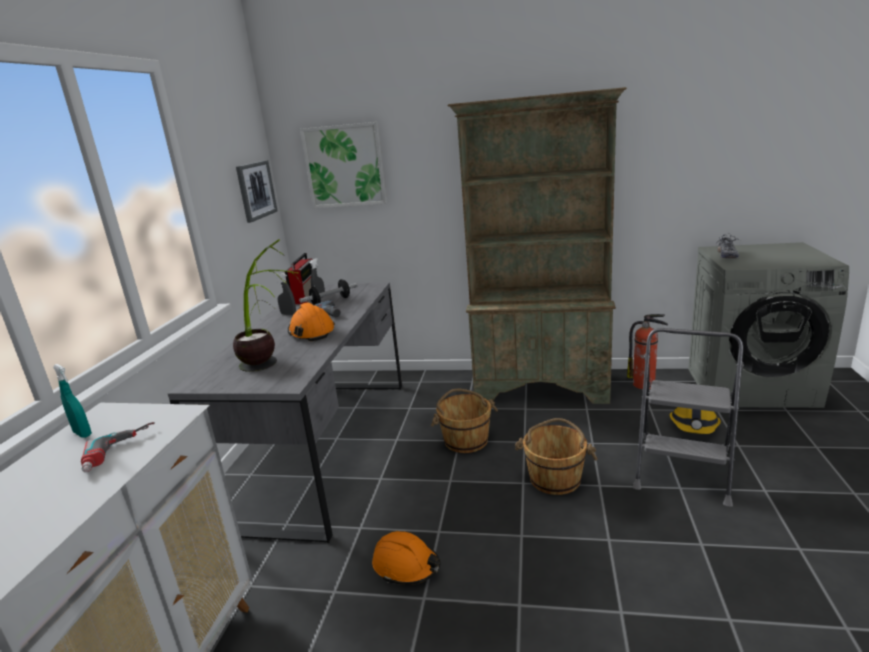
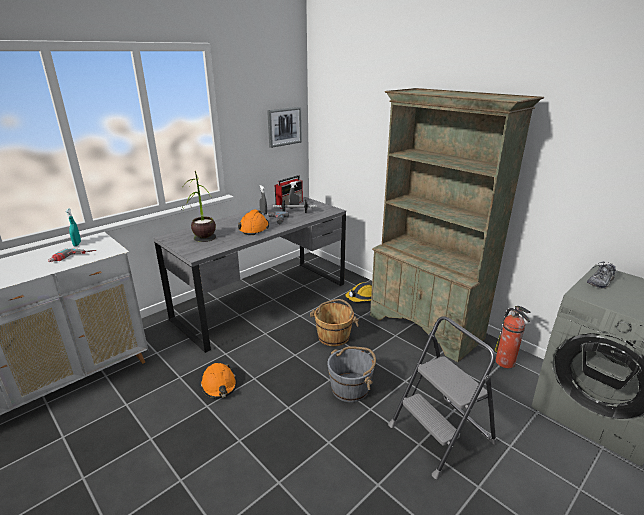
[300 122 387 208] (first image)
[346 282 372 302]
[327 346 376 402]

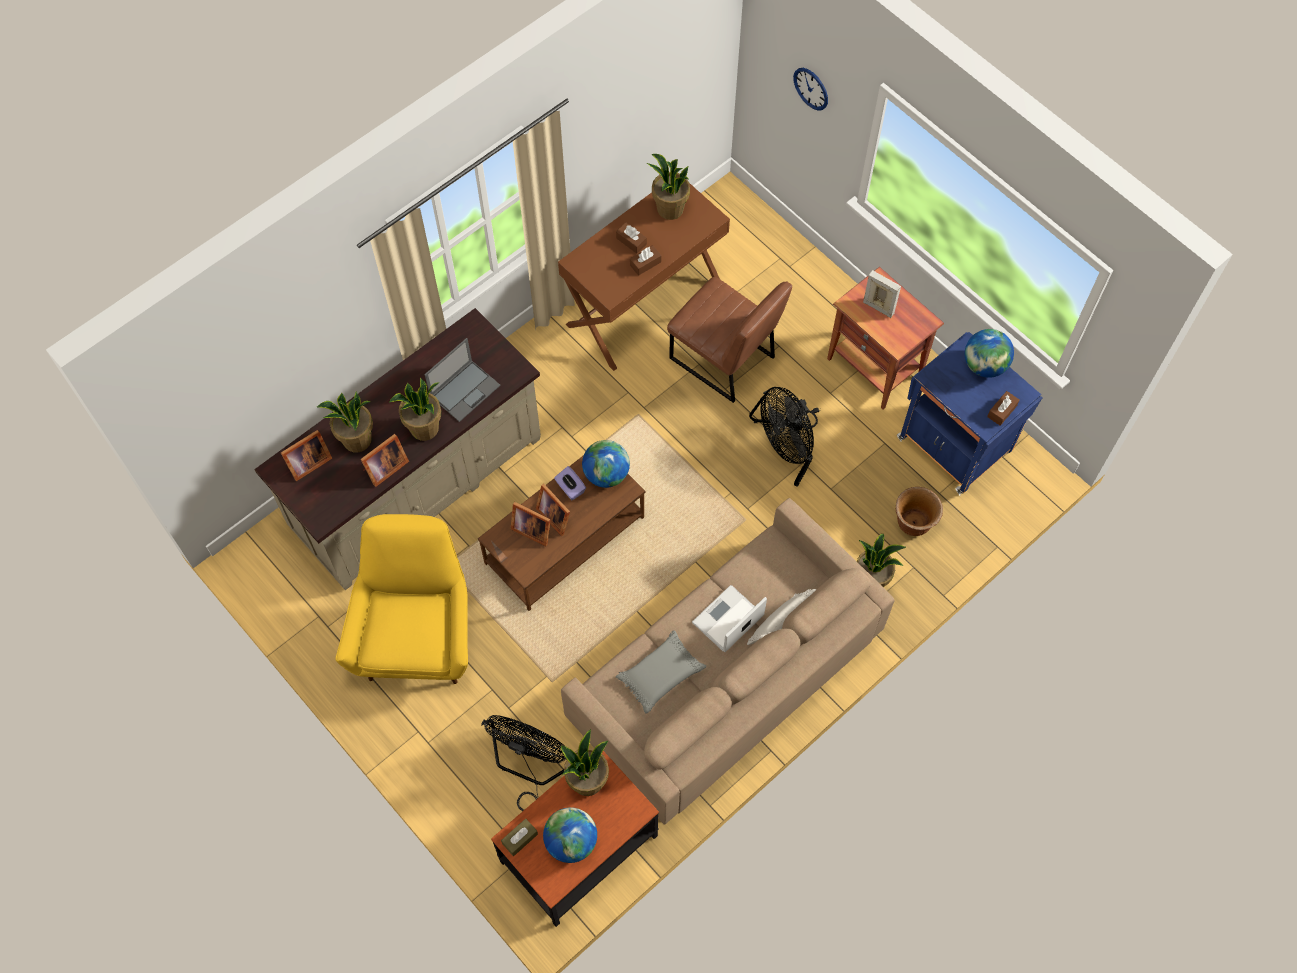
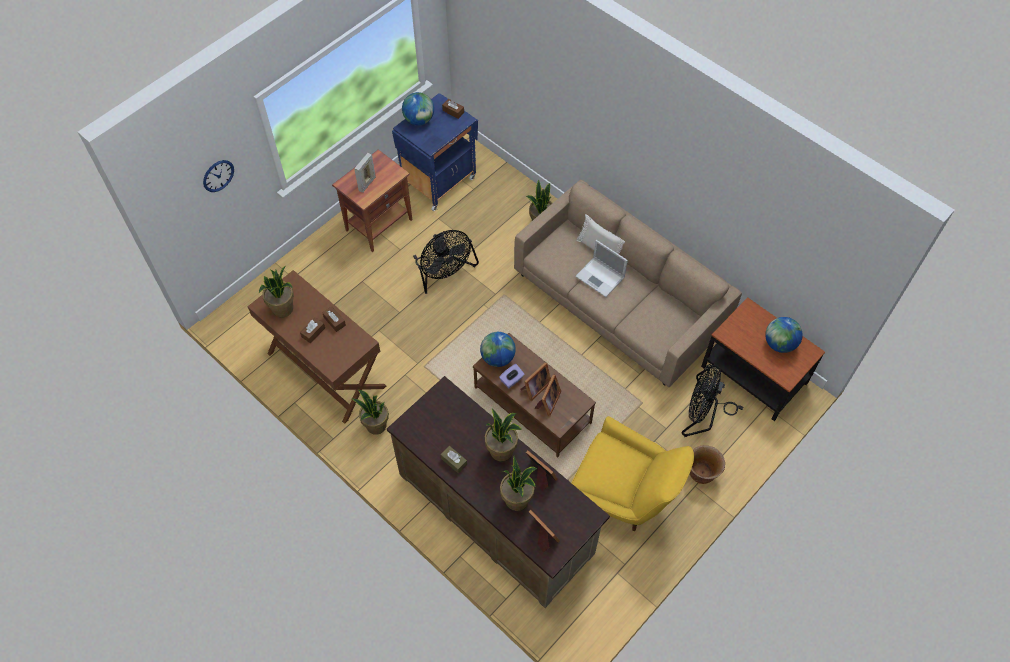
[667 277 792 403] (first image)
[424 338 500 422] (first image)
[690 445 725 484]
[571 416 694 531]
[616 630 706 714] (first image)
[352 390 389 435]
[441 446 467 473]

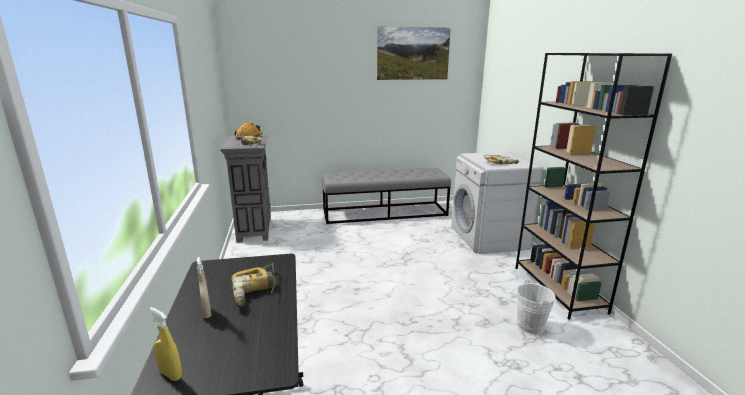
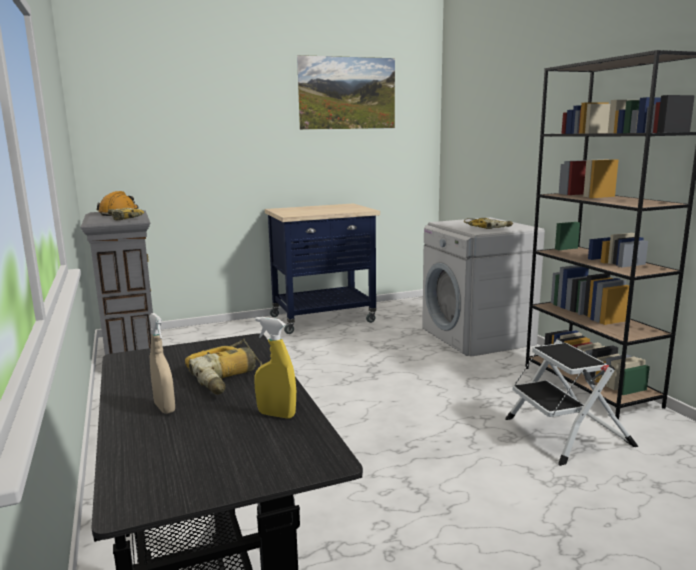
[265 203 380 334]
[505 338 638 466]
[254 317 296 419]

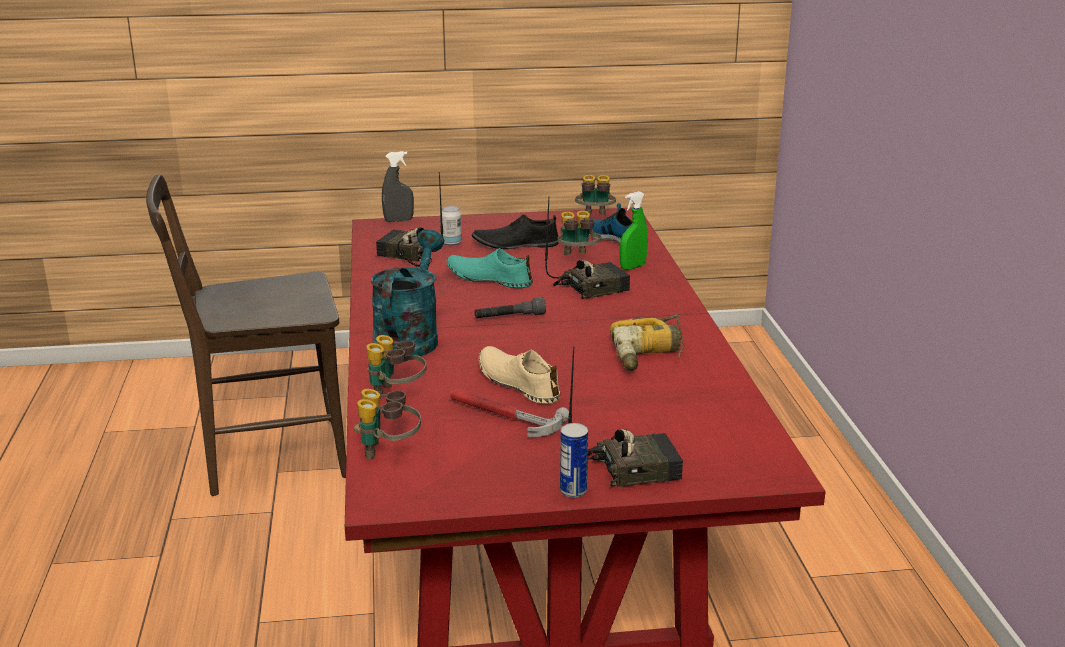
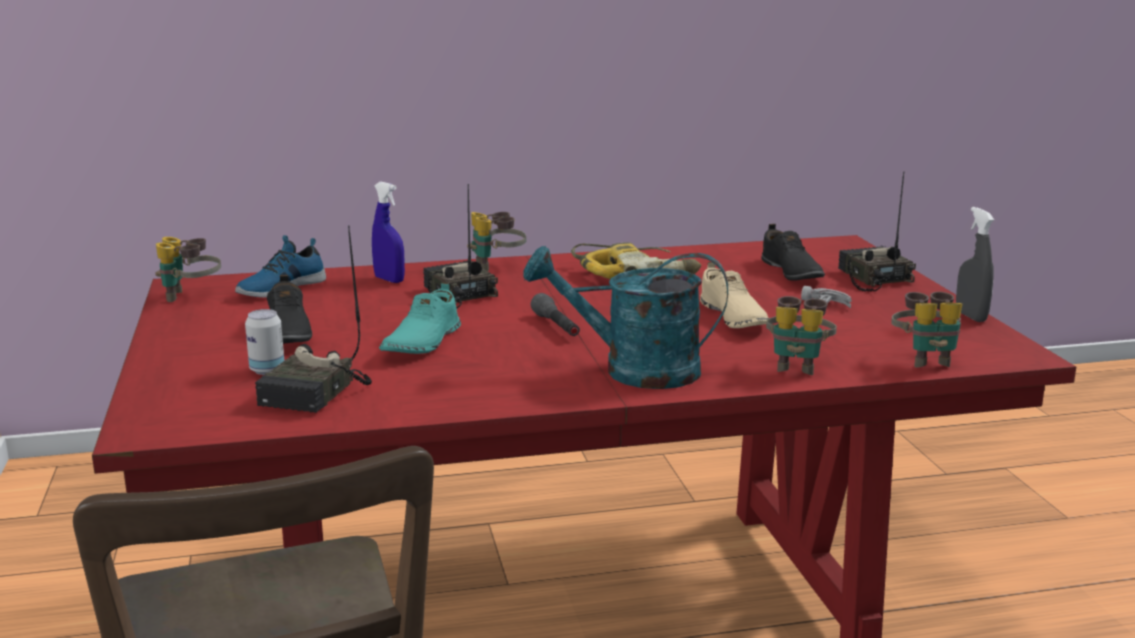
[956 207 994 322]
[372 182 405 283]
[467 212 526 271]
[700 262 769 328]
[560 423 588 498] (first image)
[761 224 825 281]

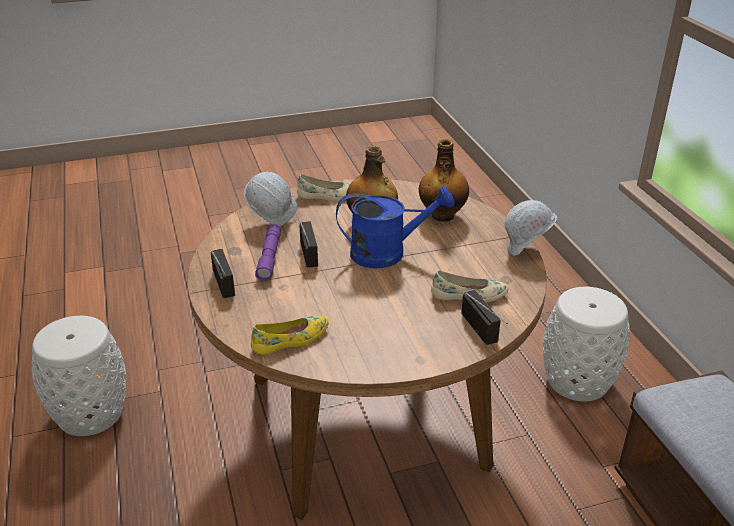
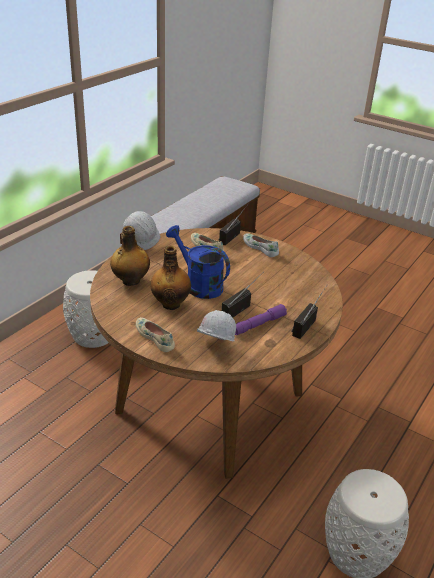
[251 316 329 355] (first image)
[243 233 279 257]

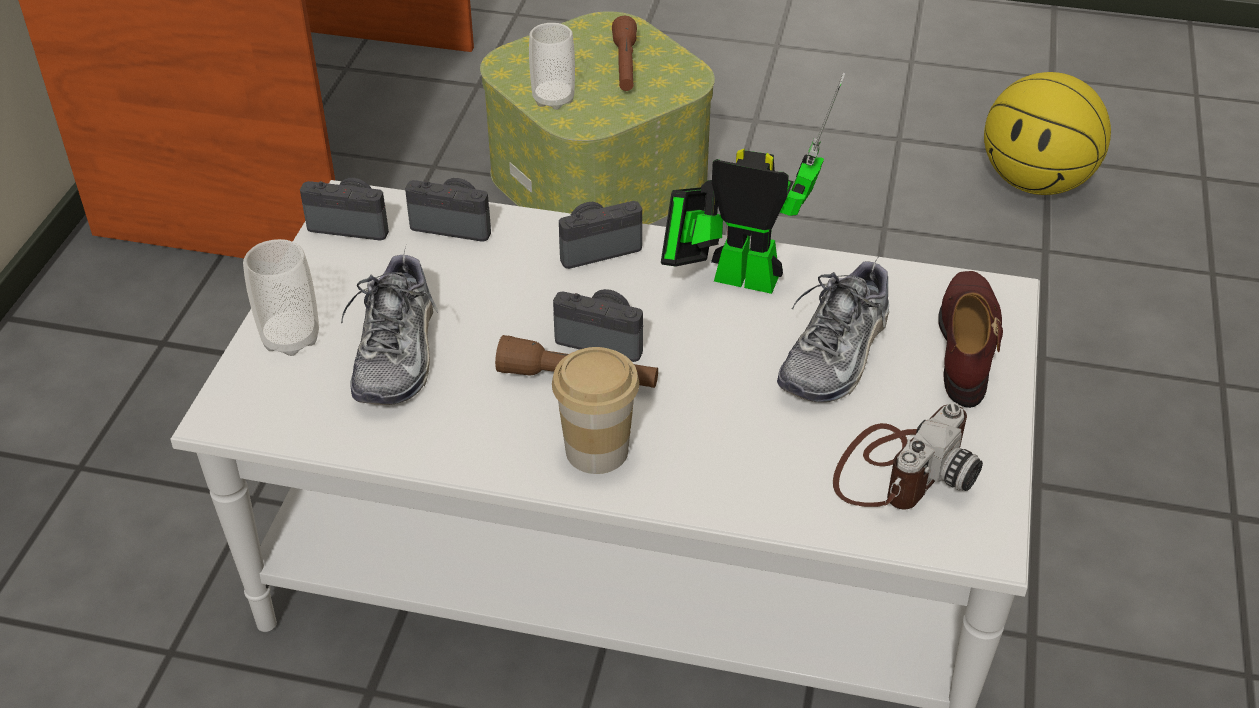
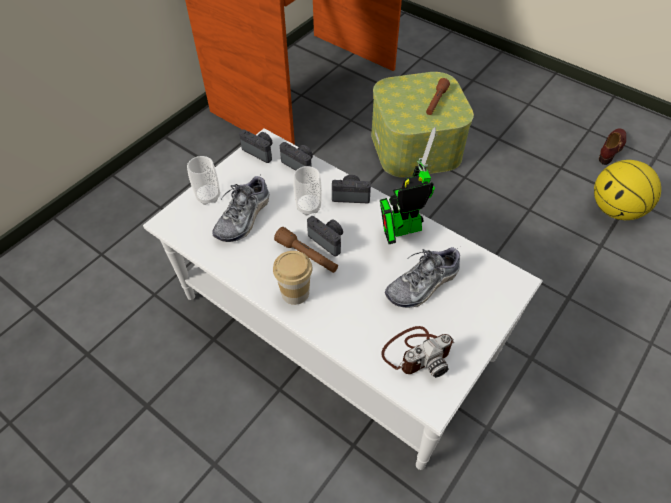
[293 166 322 215]
[380 127 436 244]
[599 128 626 165]

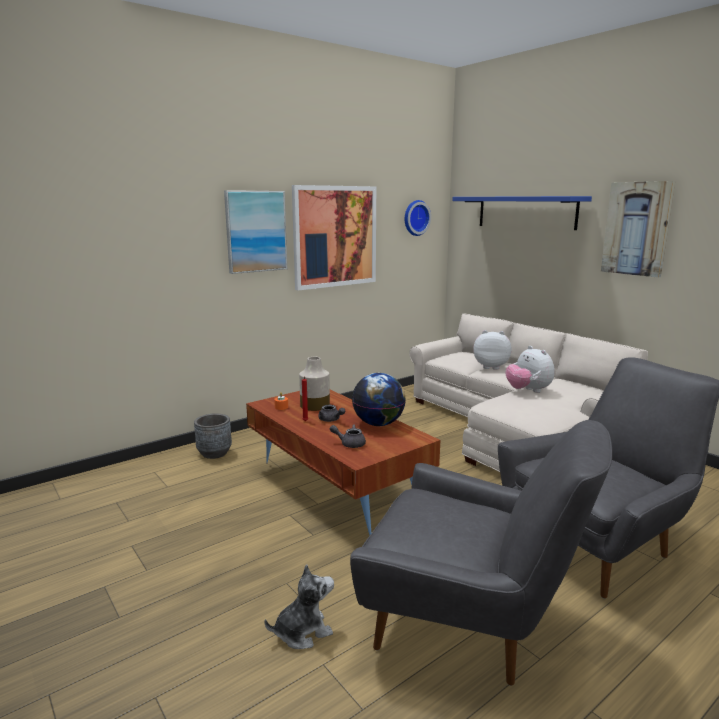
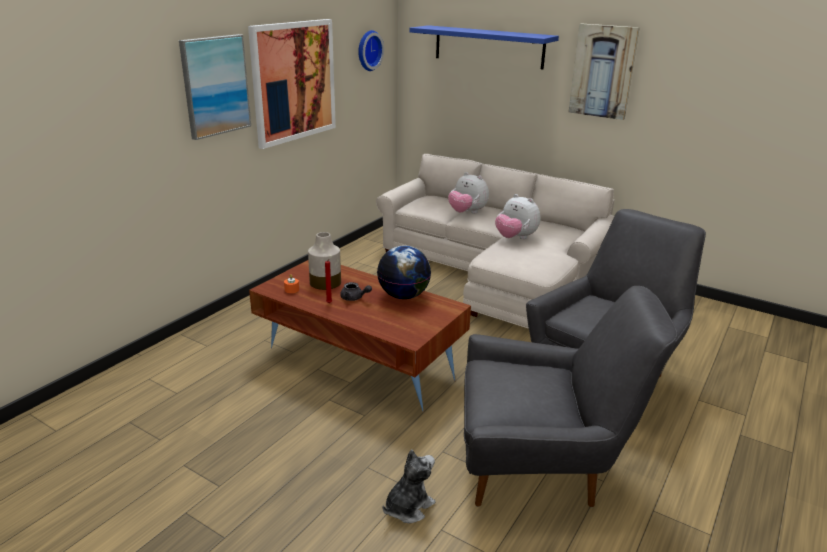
[448 172 489 214]
[194 413 232 459] (first image)
[330 425 366 448] (first image)

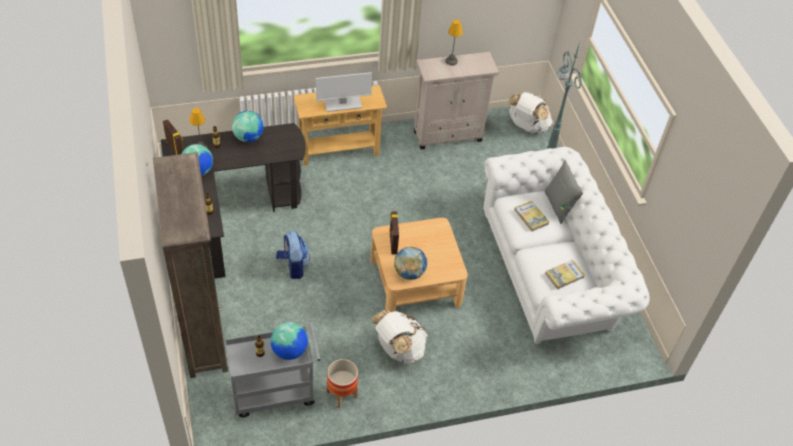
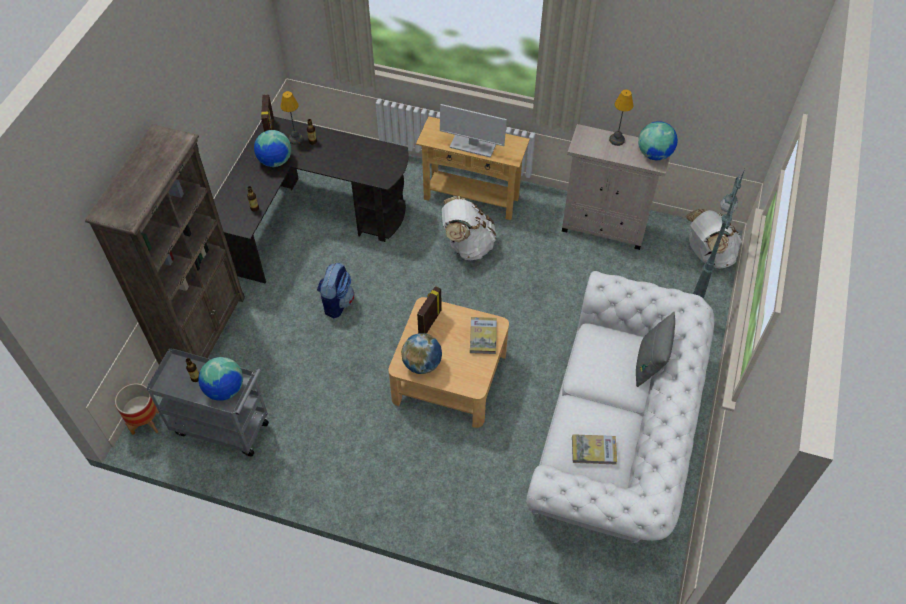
[638 121 678 160]
[470 317 497 354]
[442 196 496 260]
[115 383 159 435]

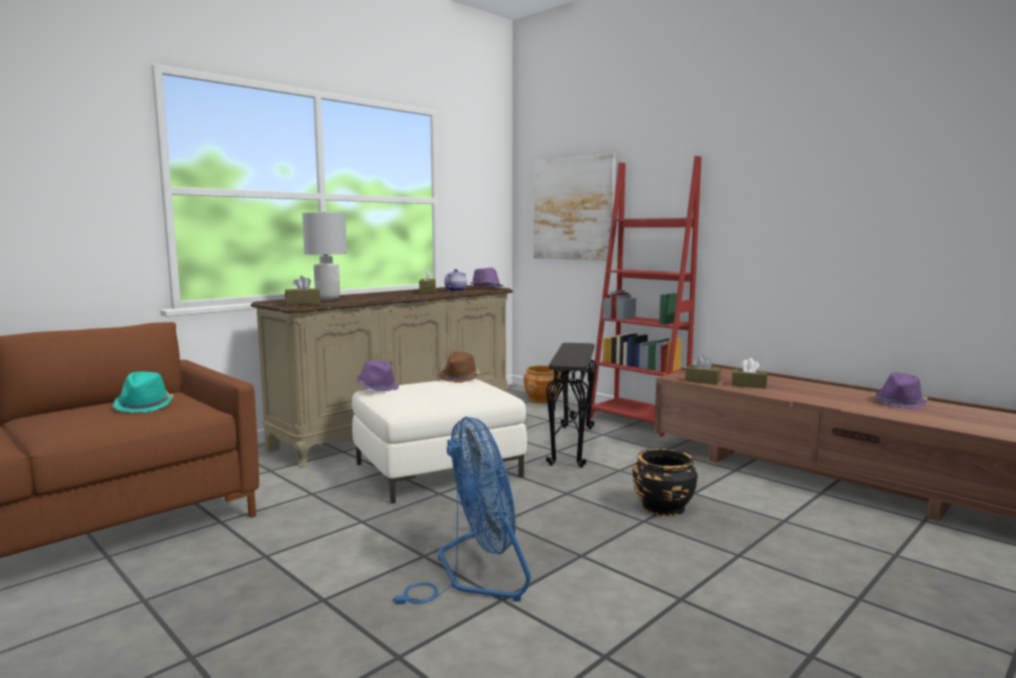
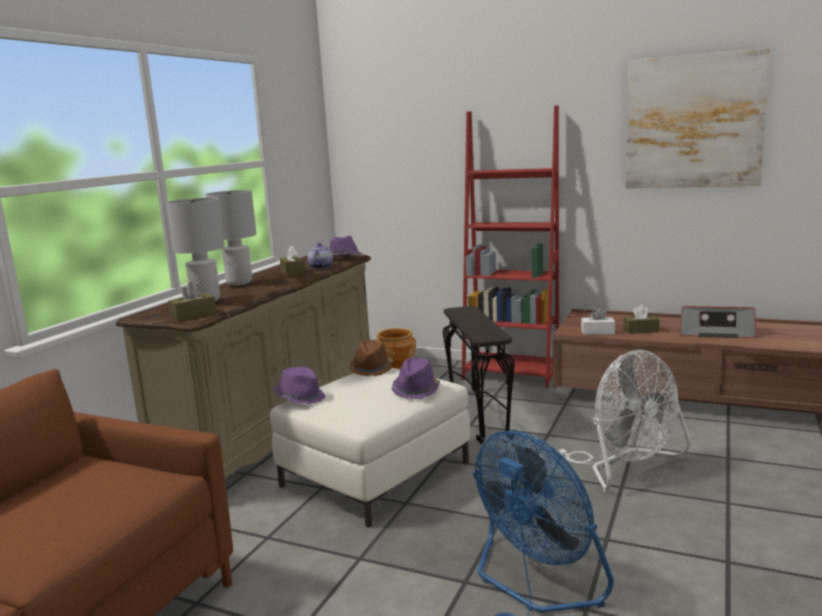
[626 48 770 188]
[581 307 615 335]
[113 372 173 413] (first image)
[392 357 440 399]
[559 350 691 493]
[205 190 257 286]
[680 306 756 338]

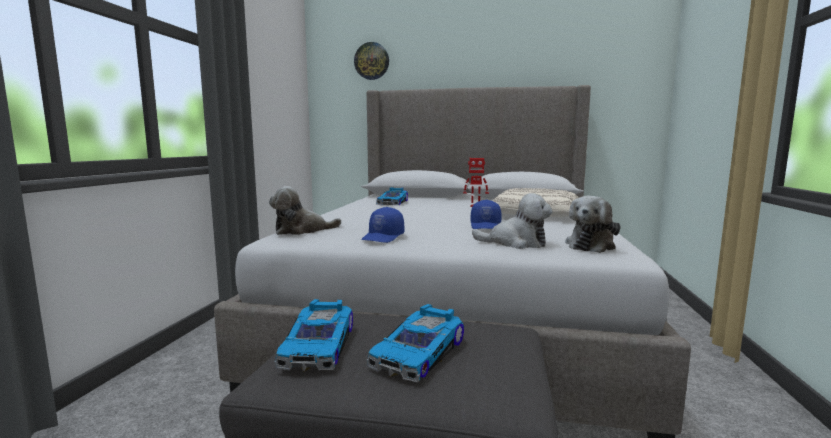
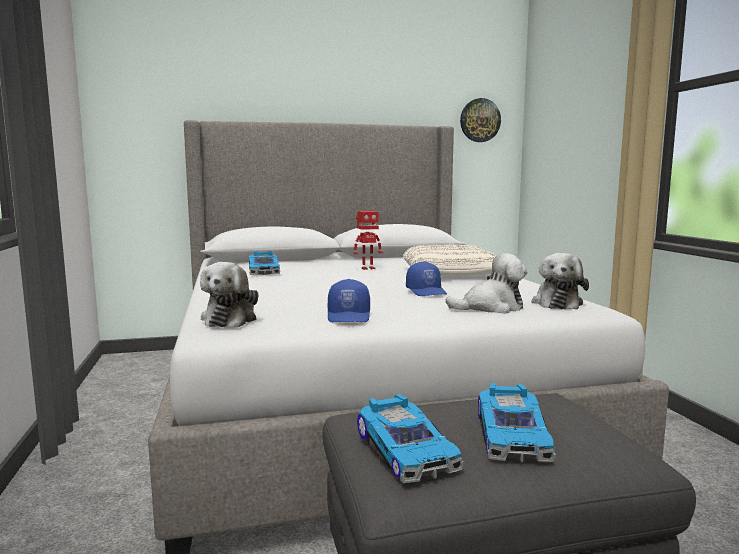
[460 98 501 142]
[200 262 259 327]

